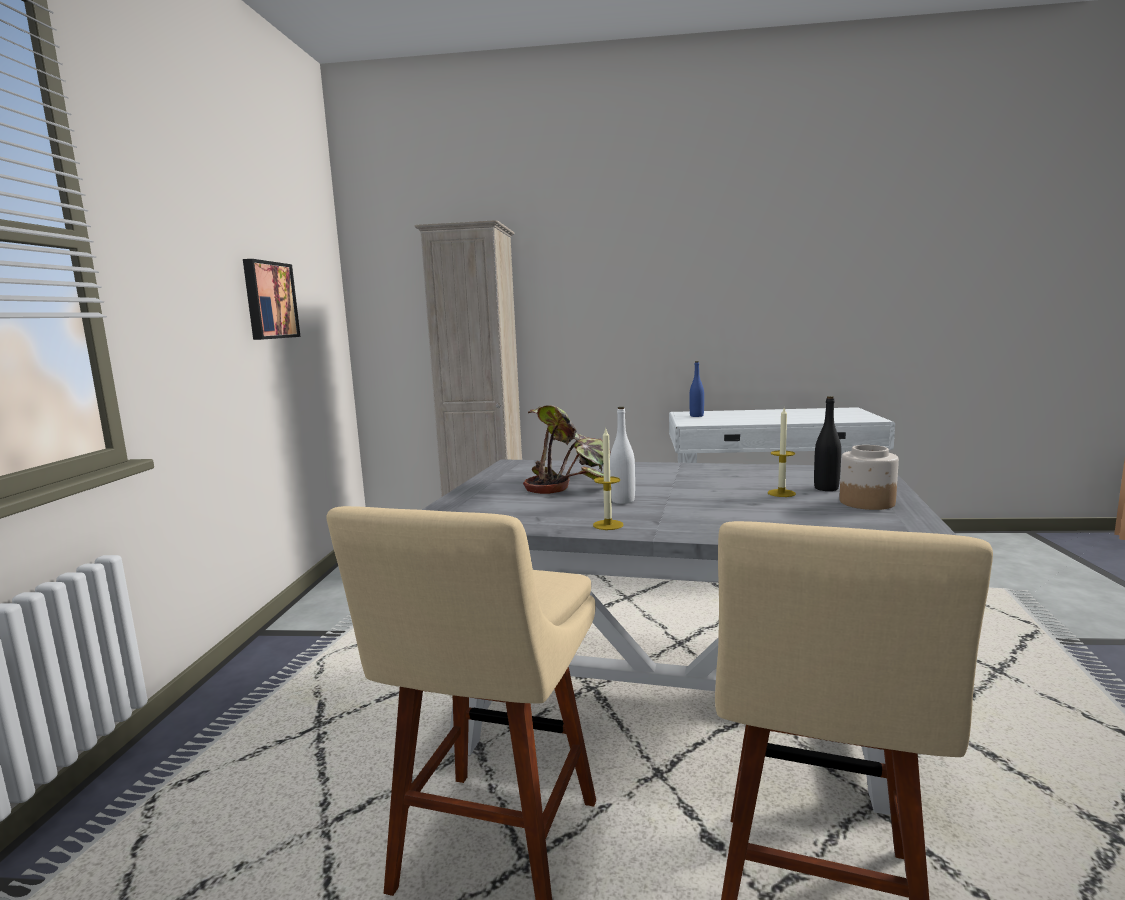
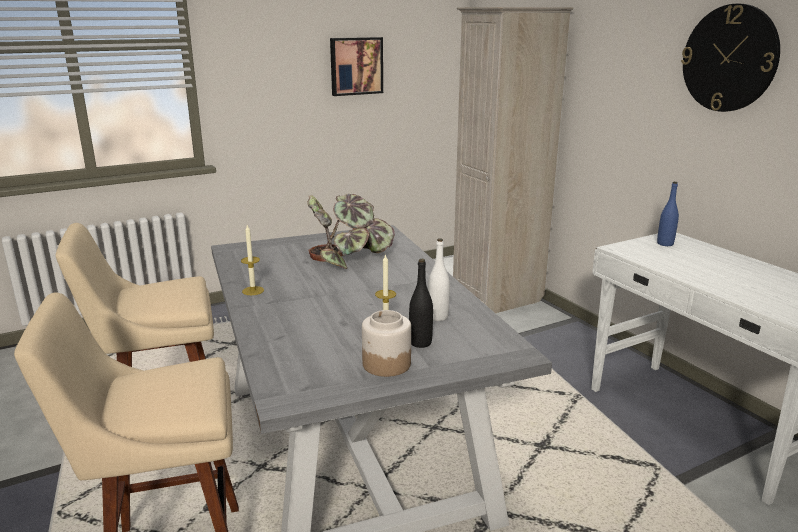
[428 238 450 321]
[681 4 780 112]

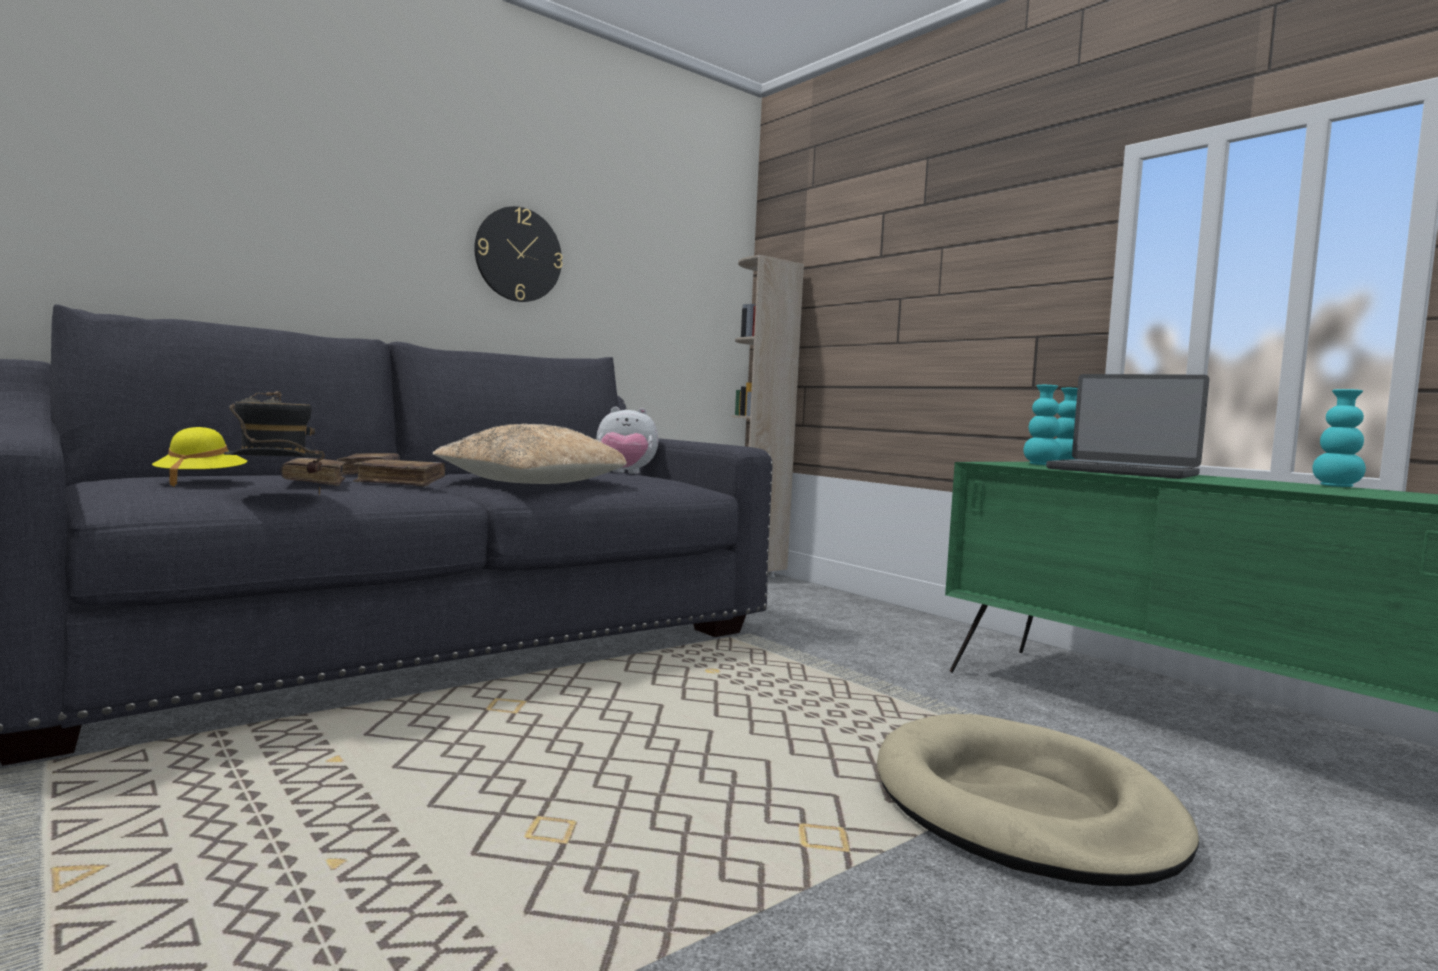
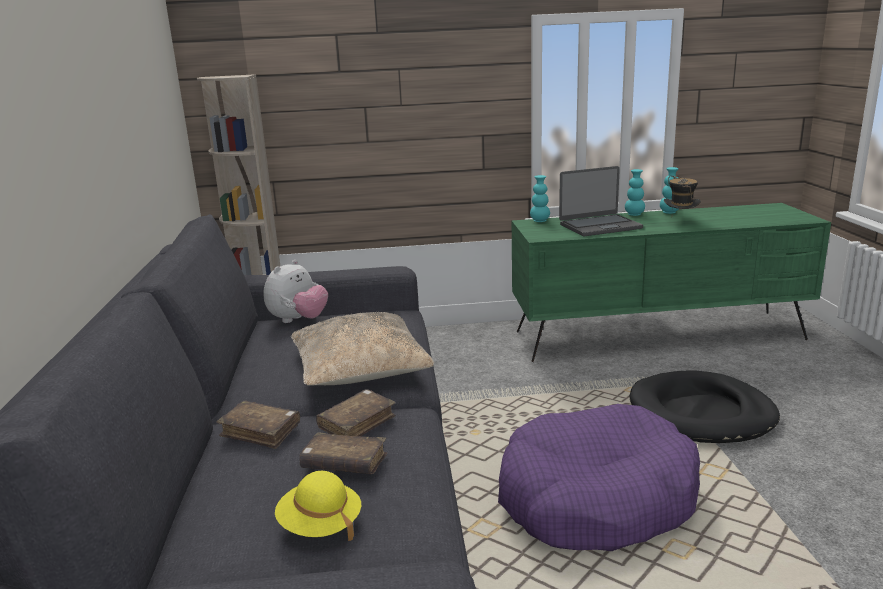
[474 206 563 302] (first image)
[625 169 645 216]
[664 175 701 209]
[629 370 780 443]
[498 404 700 551]

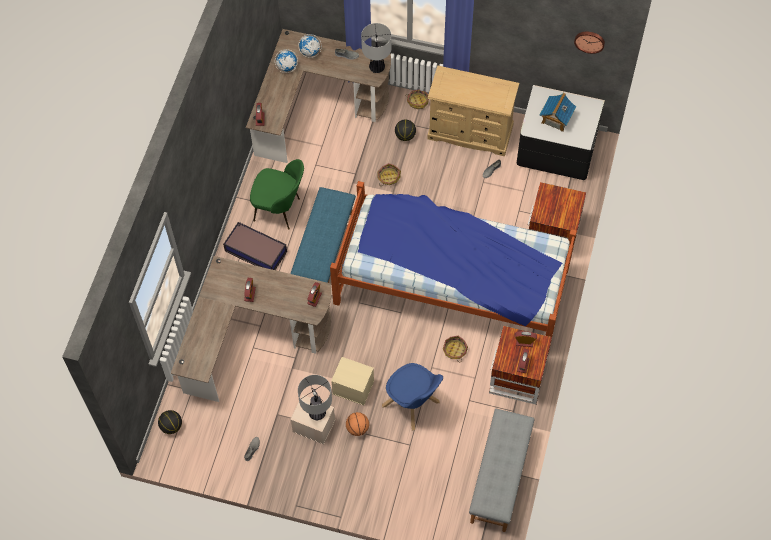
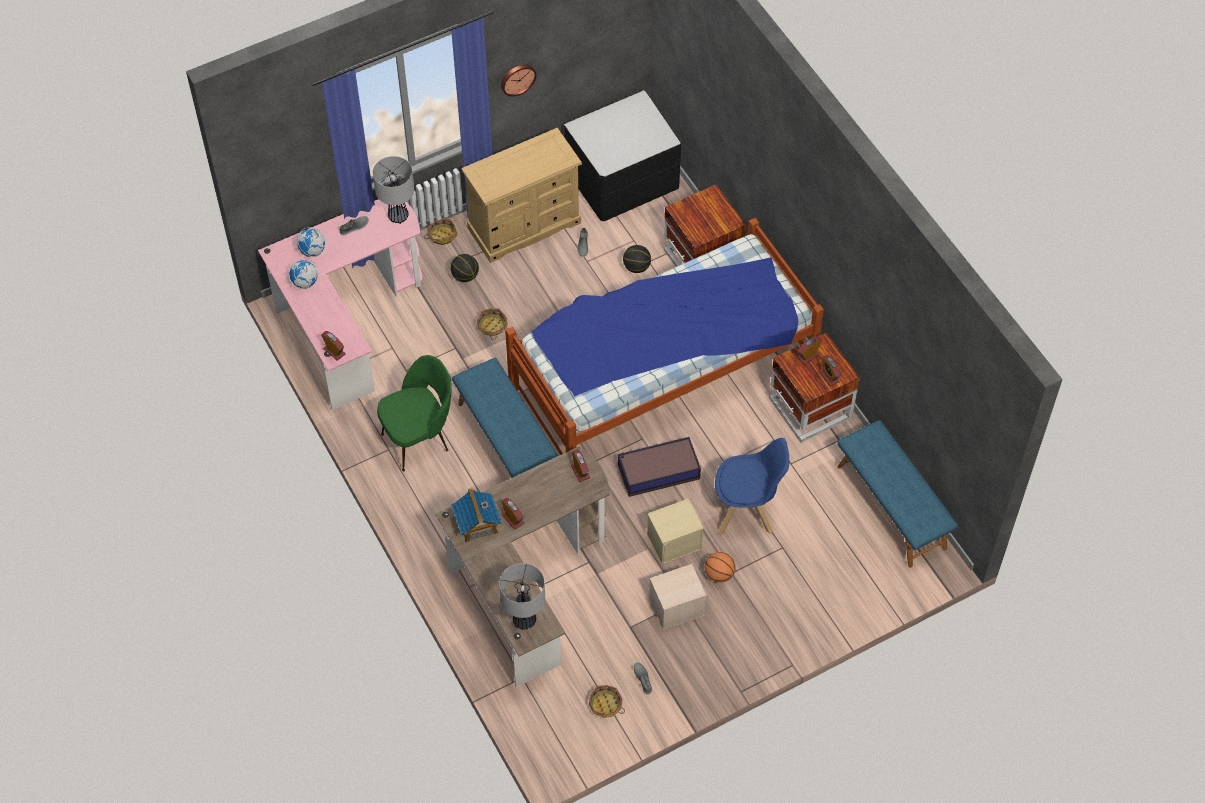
[258 199 423 410]
[501 65 537 97]
[451 488 502 542]
[618 437 701 497]
[589 685 625 718]
[499 563 545 630]
[837 420 958 568]
[623 245 651 273]

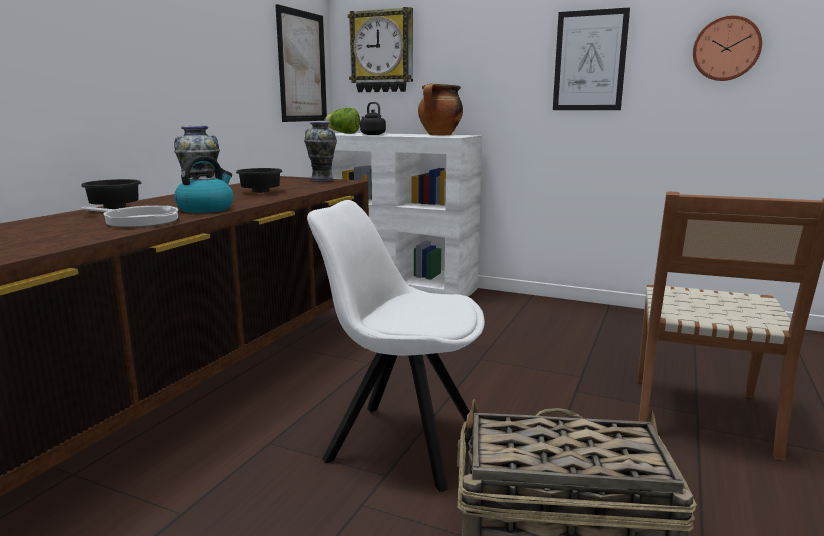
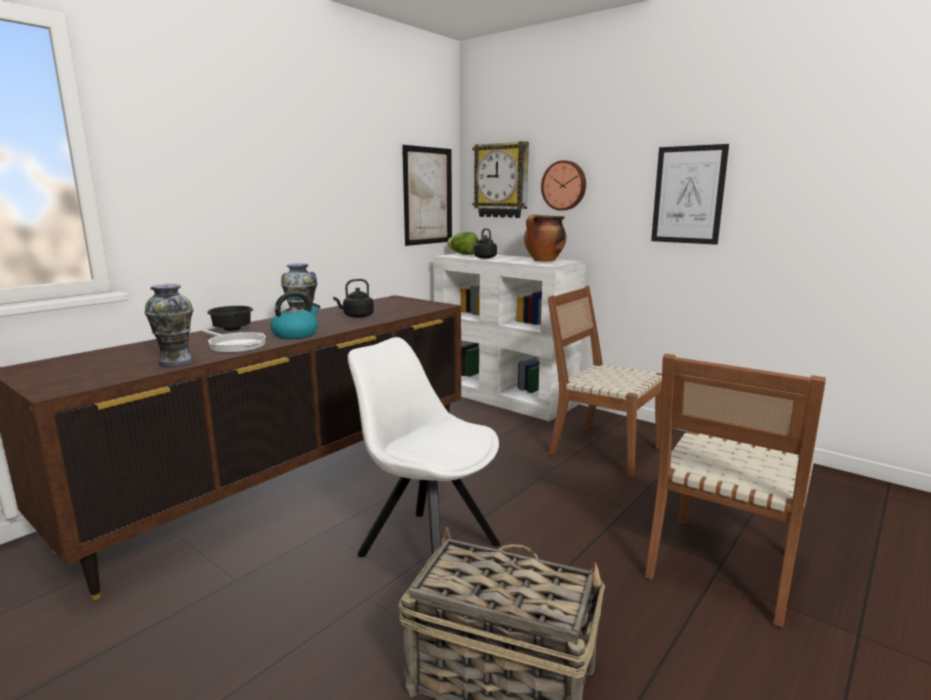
[541 160 586 211]
[144 284 194 367]
[333 279 374 318]
[548 286 662 478]

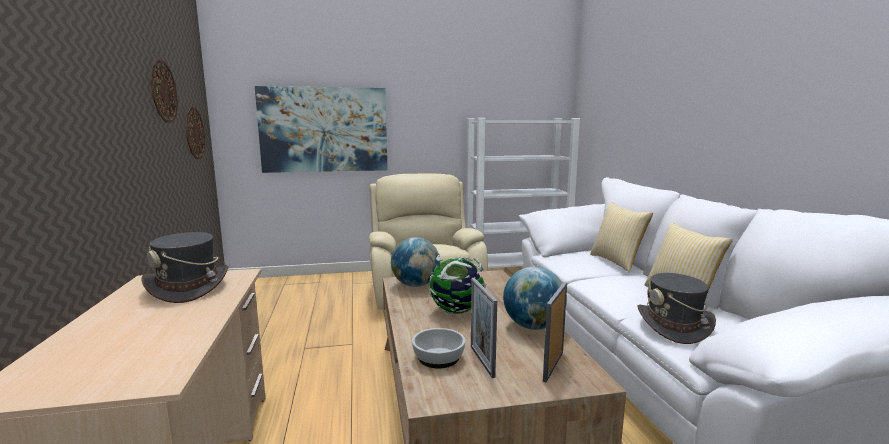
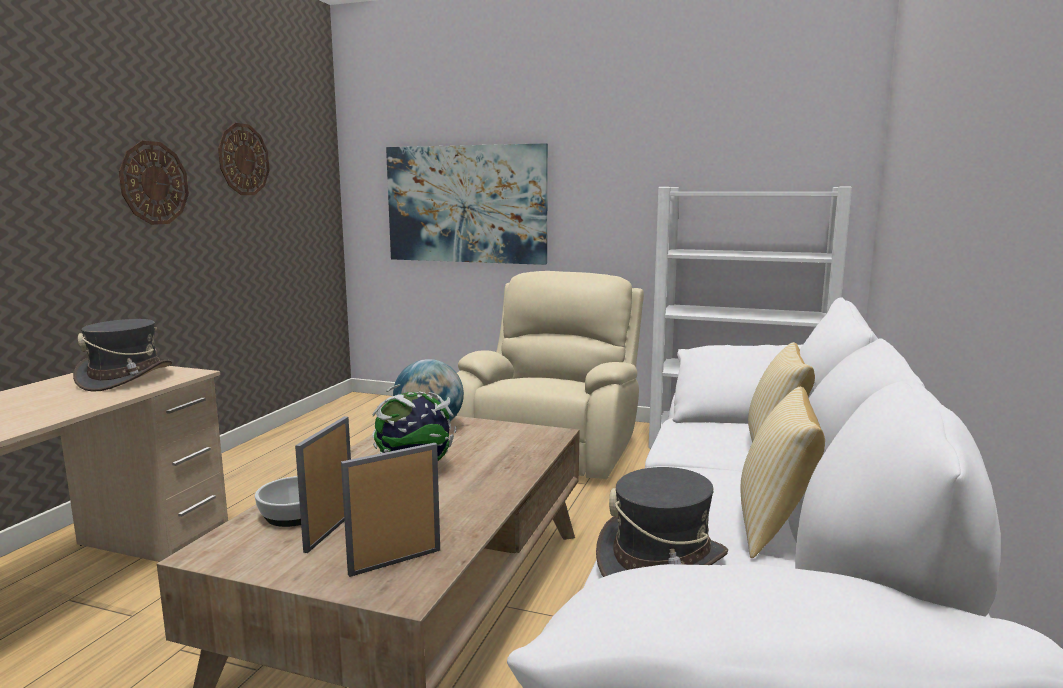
[119 141 189 225]
[503 267 567 330] (first image)

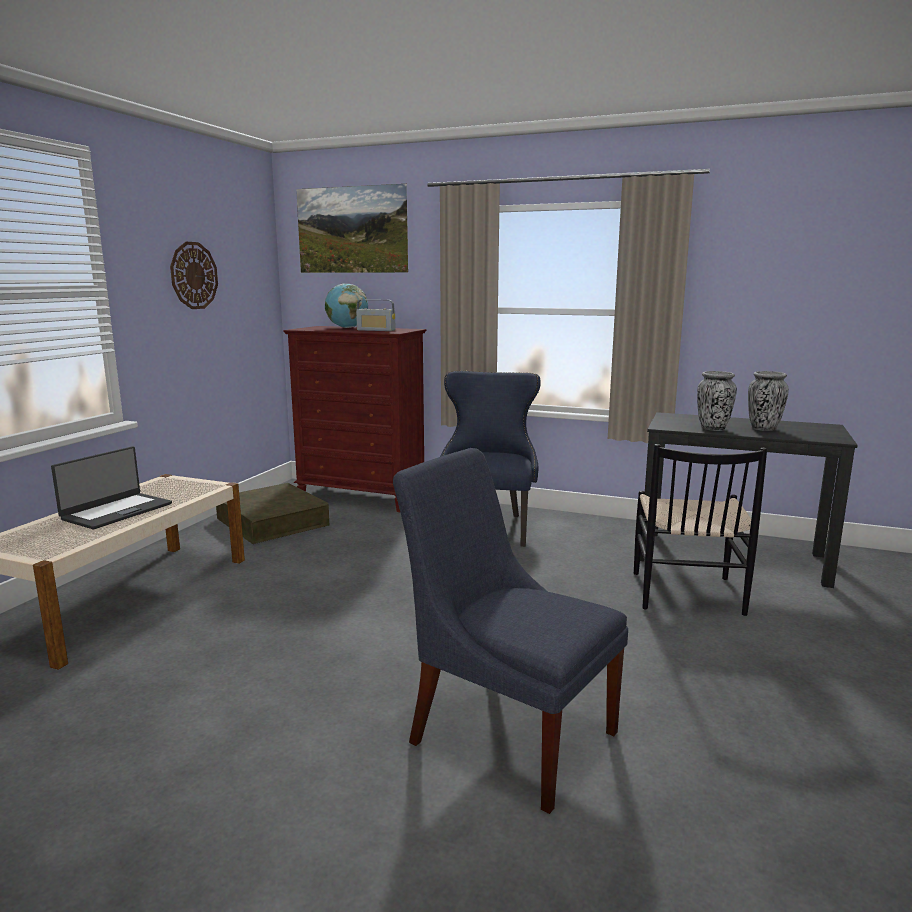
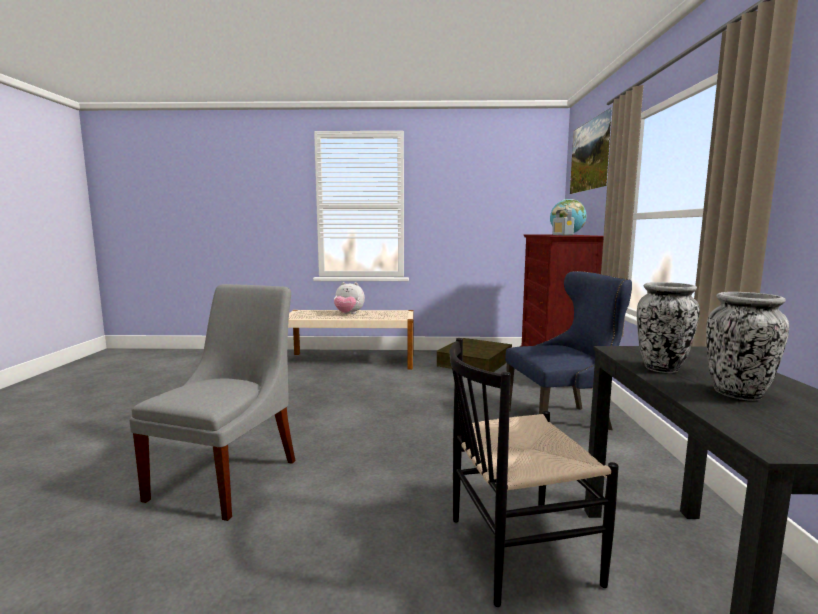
[170 242 218 309] (first image)
[334 282 365 314]
[129 284 296 521]

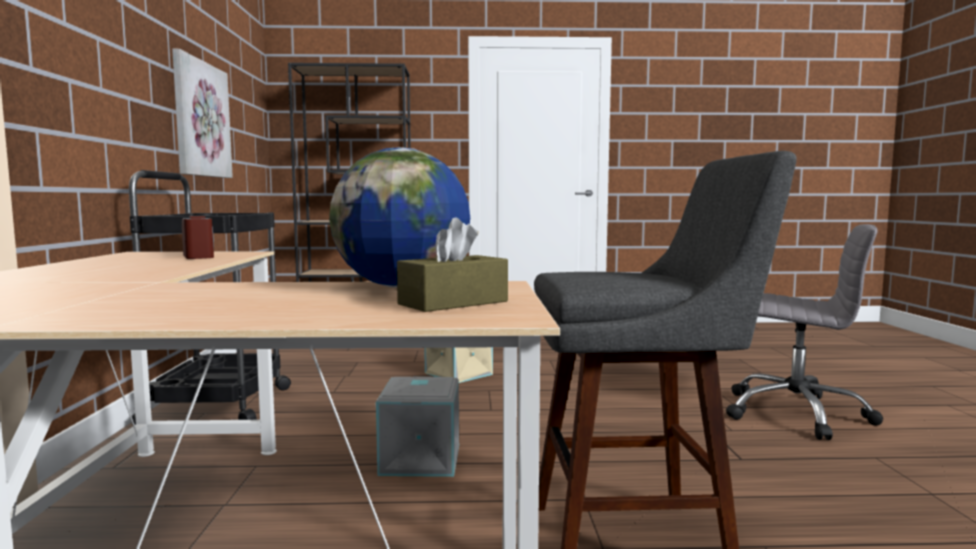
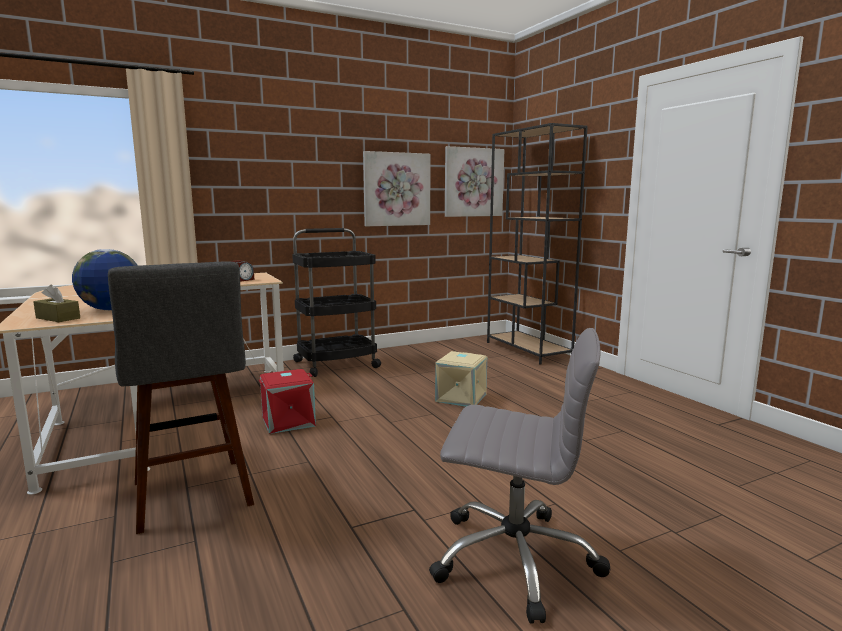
[429 328 611 624]
[259 369 316 434]
[445 146 504 217]

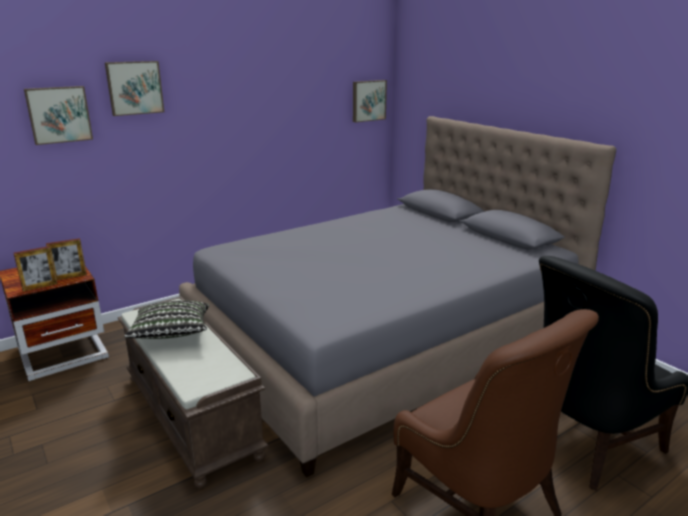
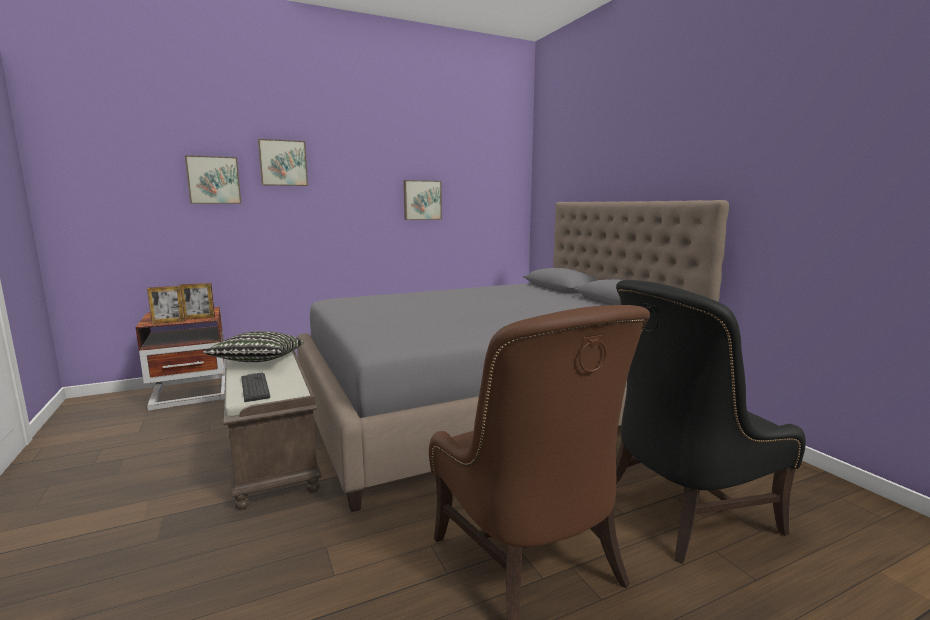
[403 180 442 220]
[241 372 270 402]

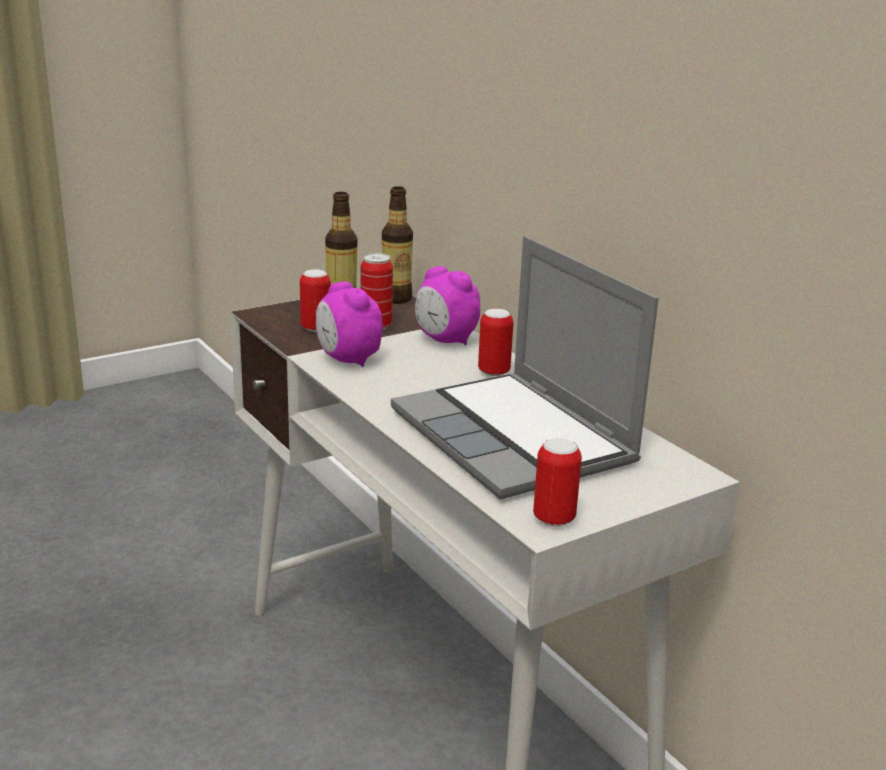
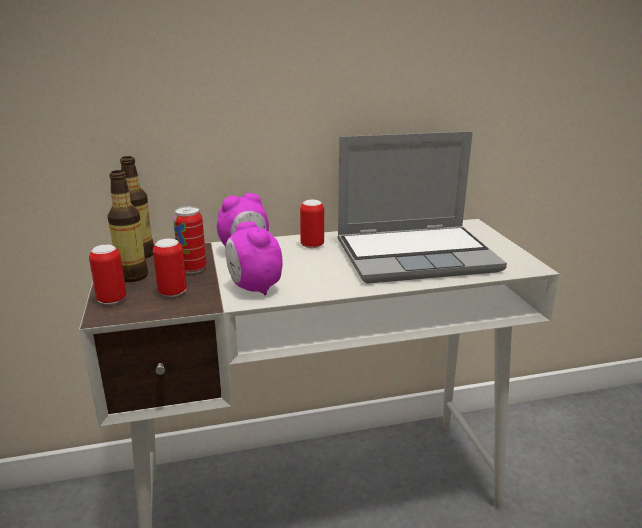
[225 221 283 295]
[89 245 126 305]

